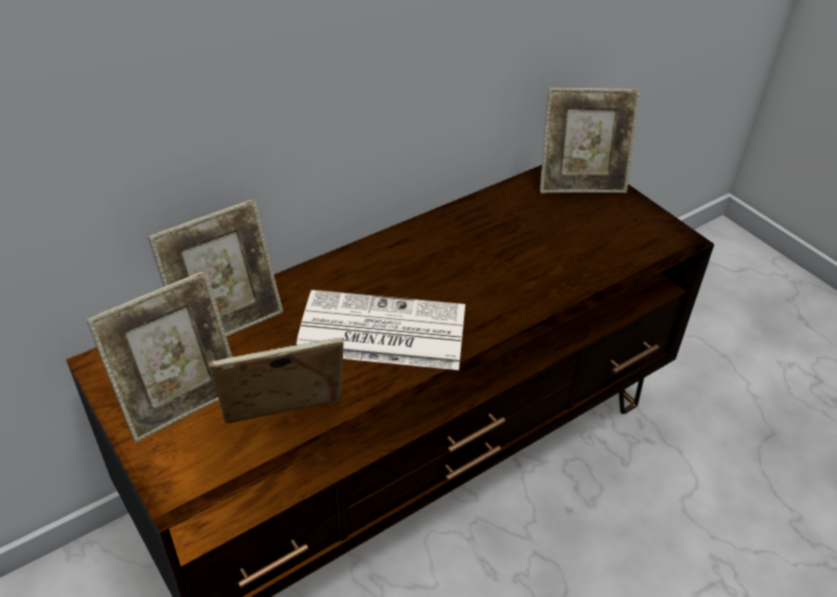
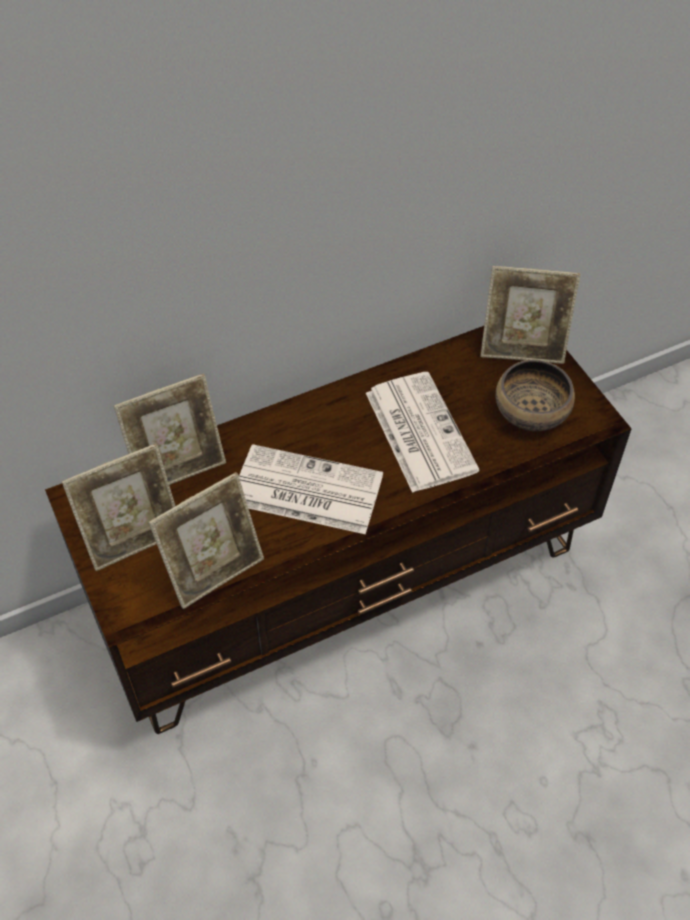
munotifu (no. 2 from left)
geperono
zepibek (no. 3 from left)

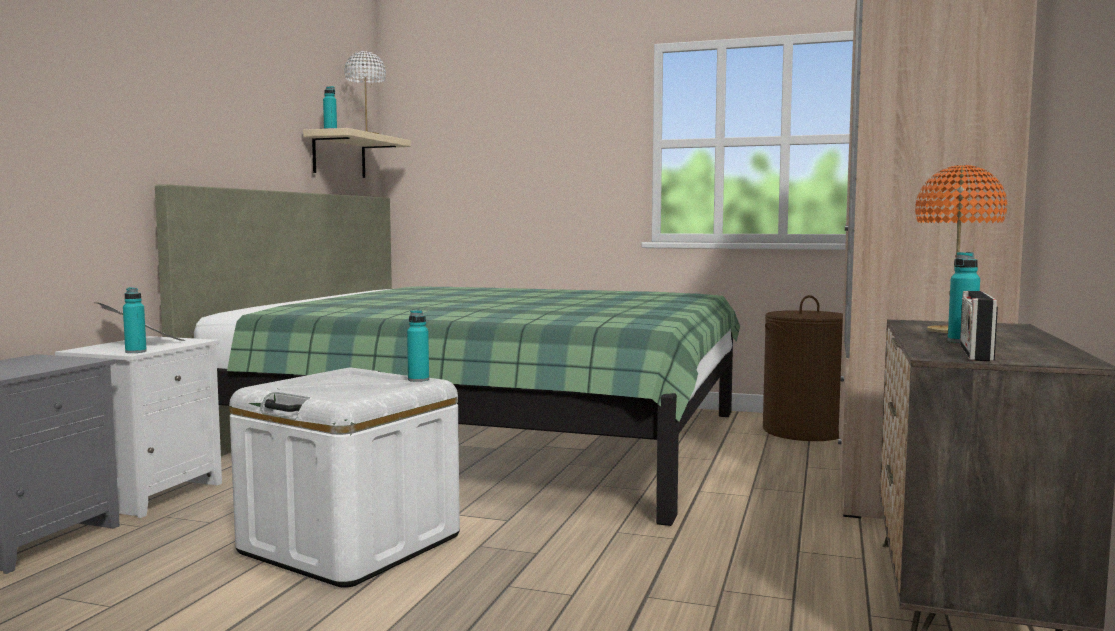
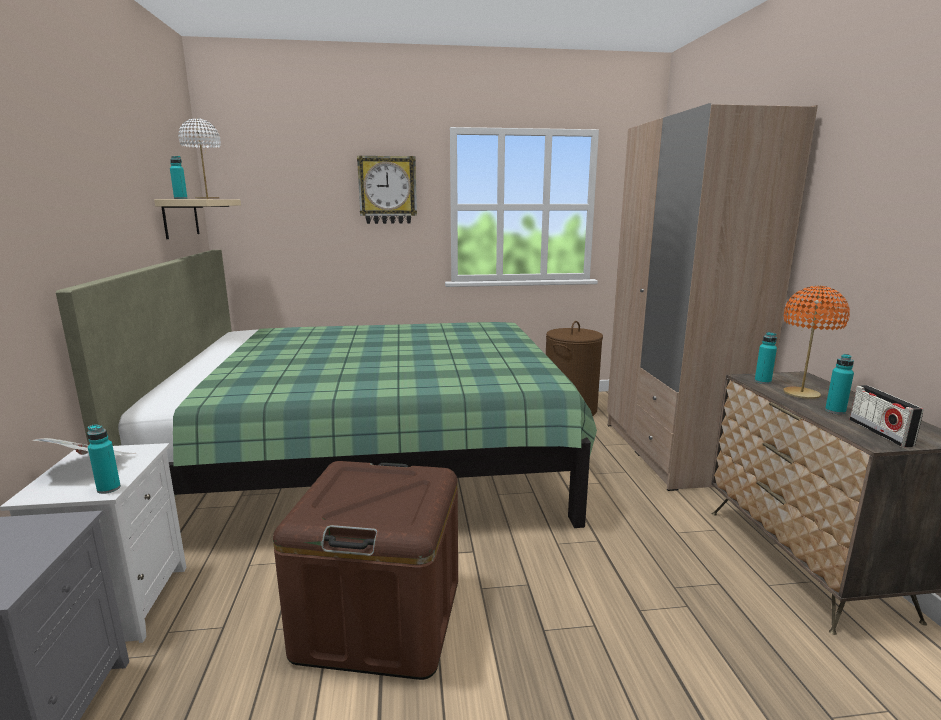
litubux
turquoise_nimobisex (no. 3 from left)
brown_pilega

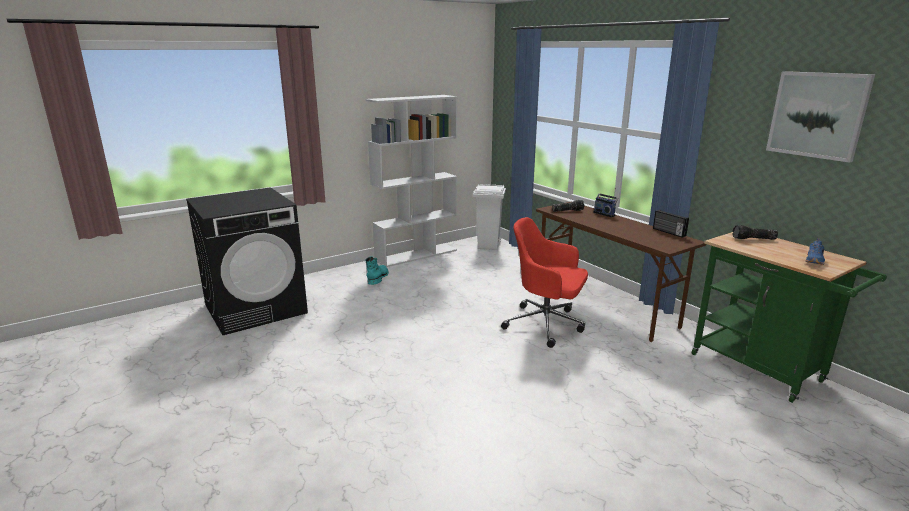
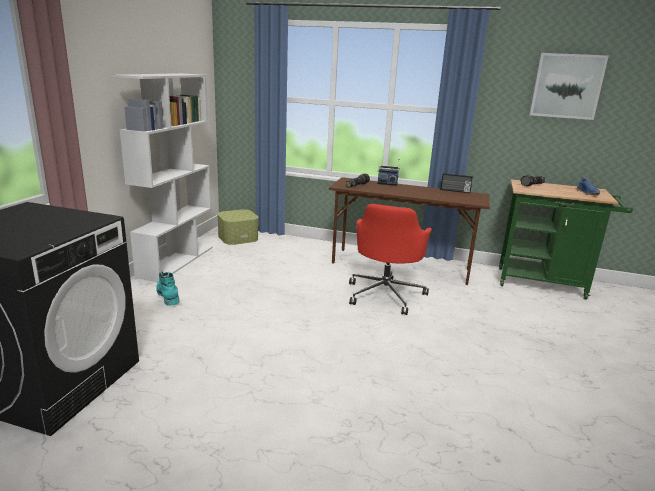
pilega
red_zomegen

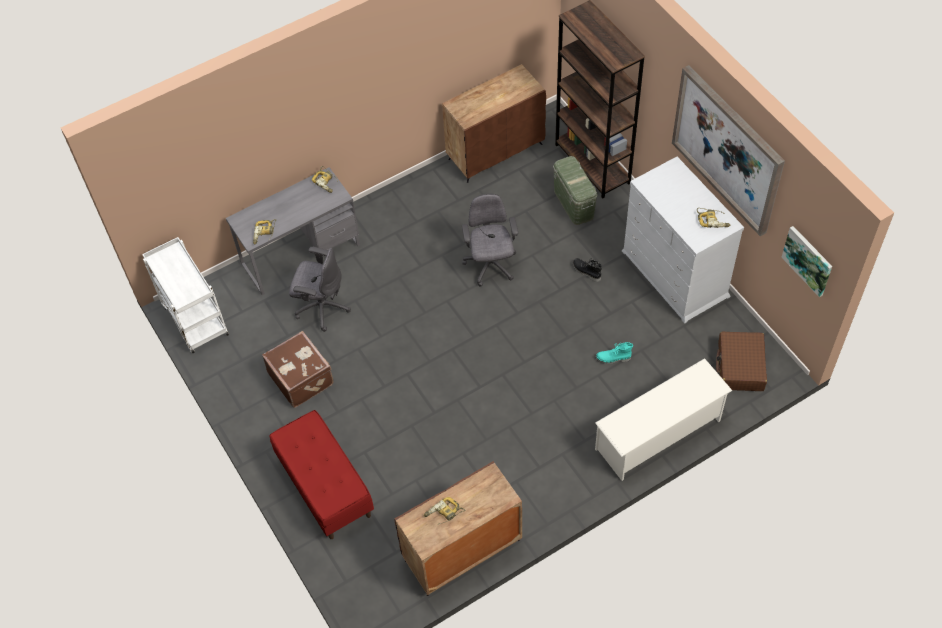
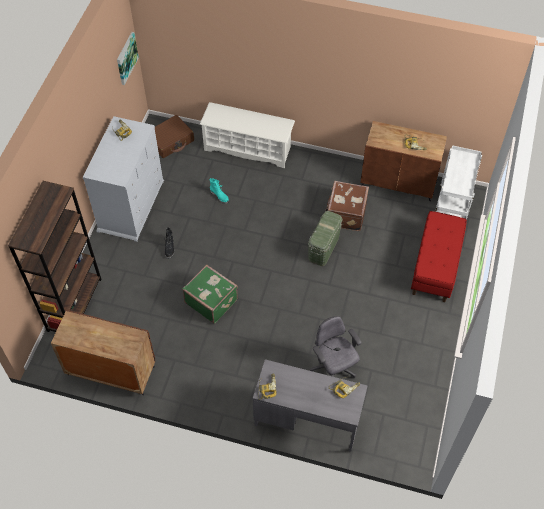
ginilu (no. 1 from left in the first image)
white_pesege
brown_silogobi (no. 2 from left)
green_pilega
green_silogobi

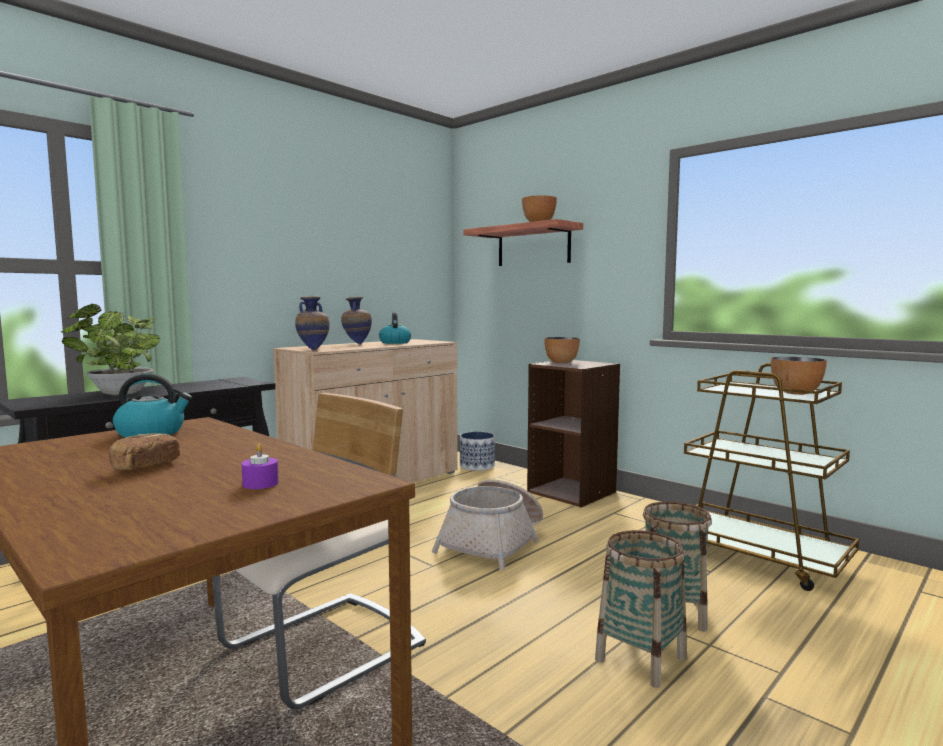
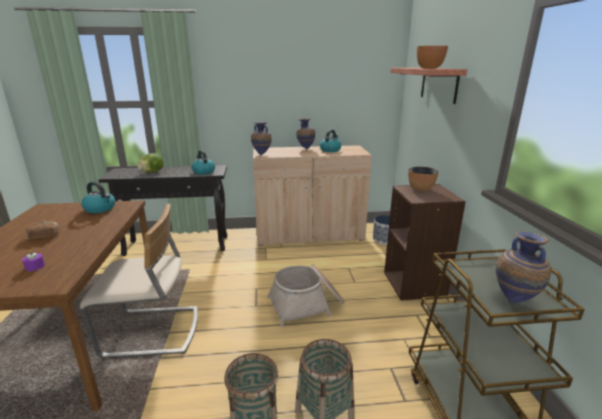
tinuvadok (no. 2 from left)
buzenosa
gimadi (no. 3 from left)

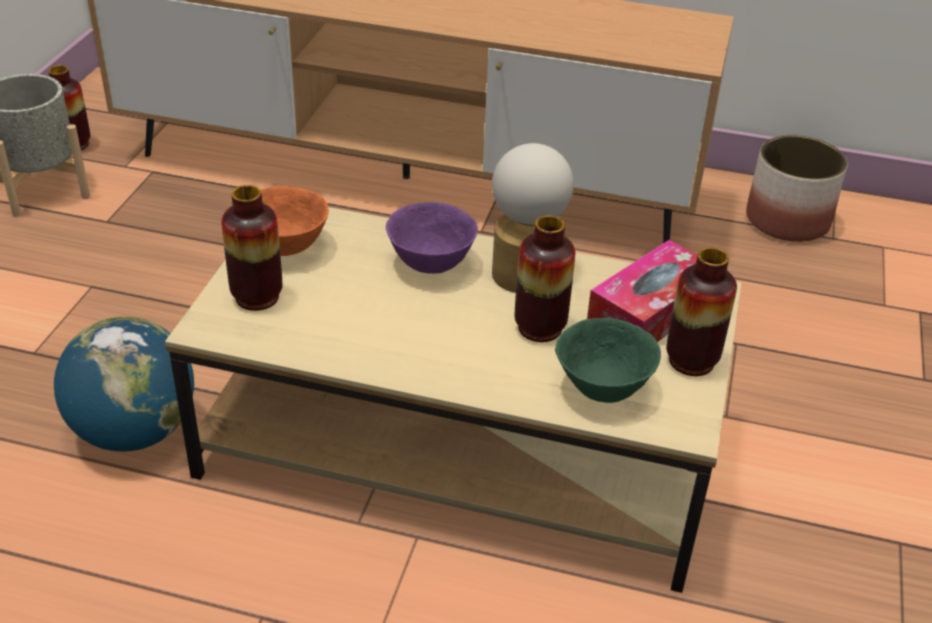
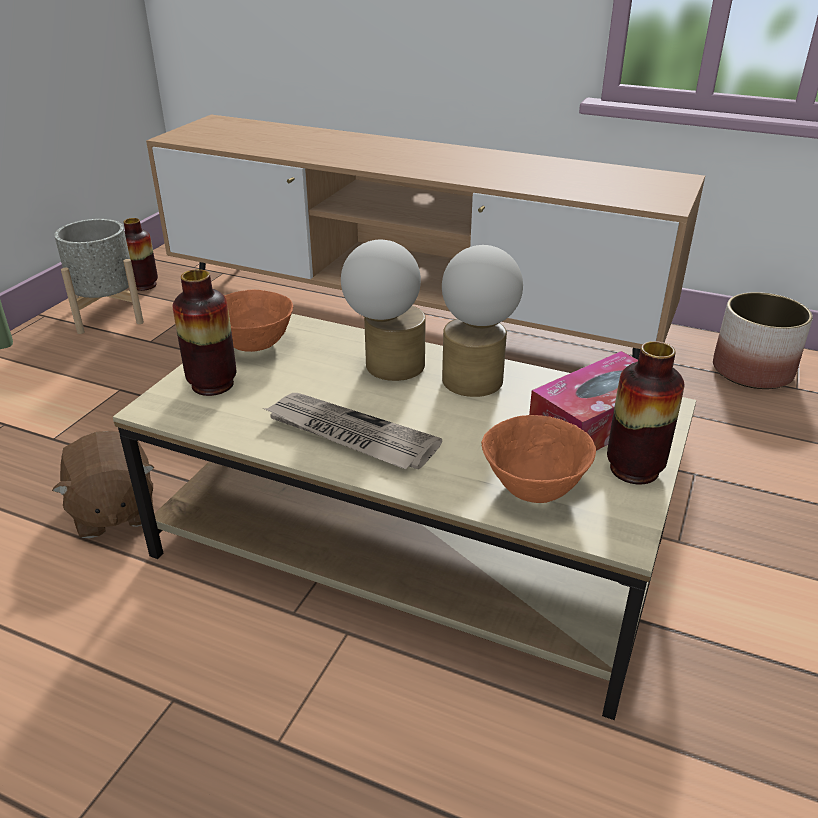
gimadi (no. 3 from left in the first image)
munotifu
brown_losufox
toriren (no. 1 from left)
orange_geperono (no. 2 from left)

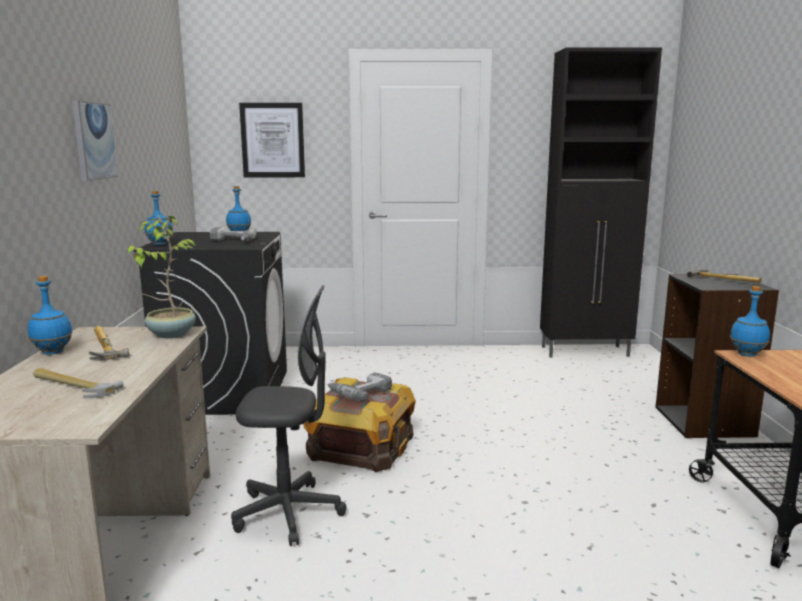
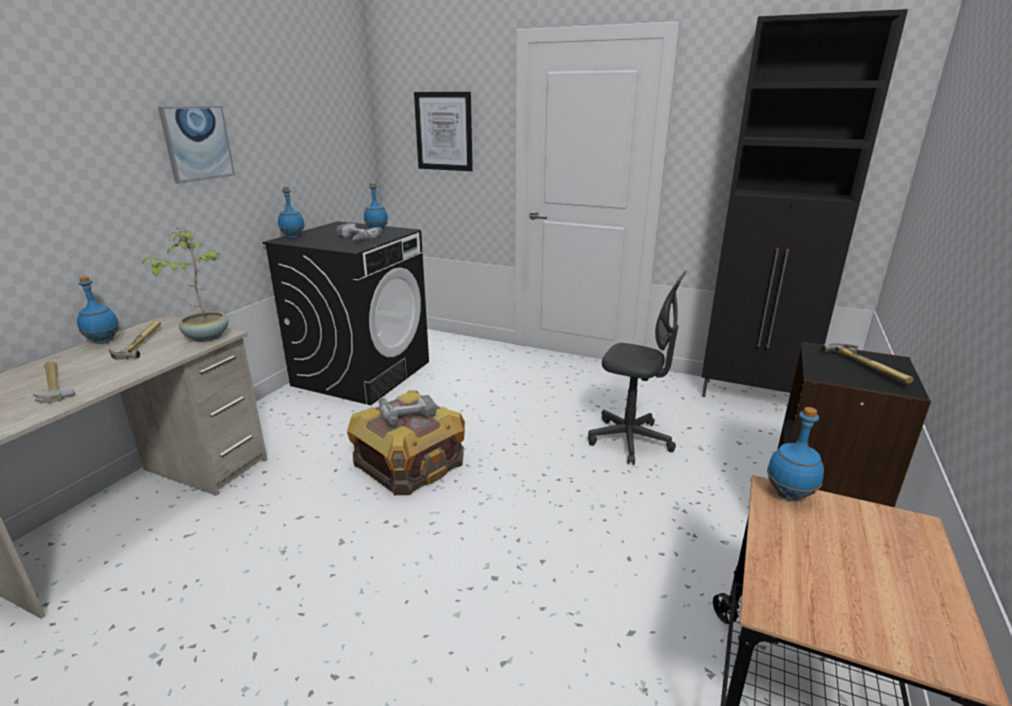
grey_zomegen

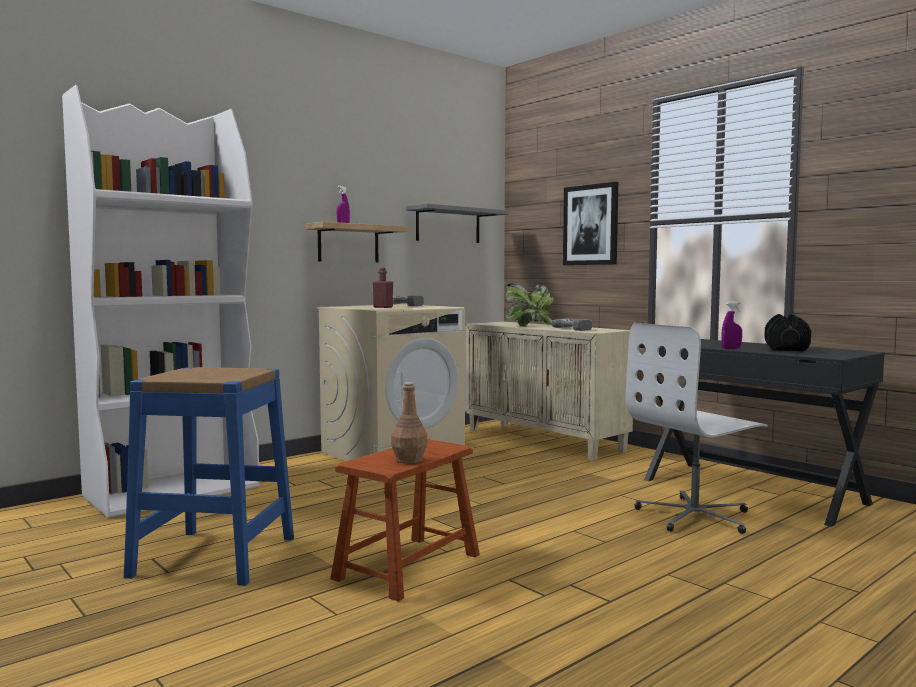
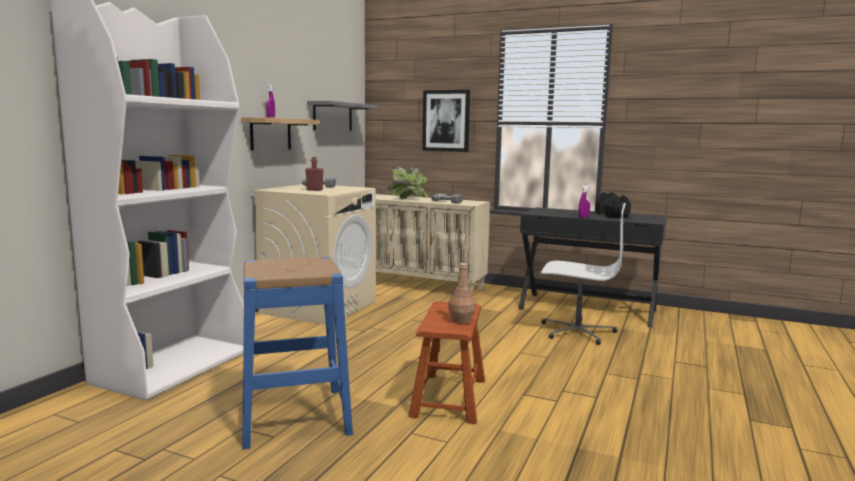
white_zomegen

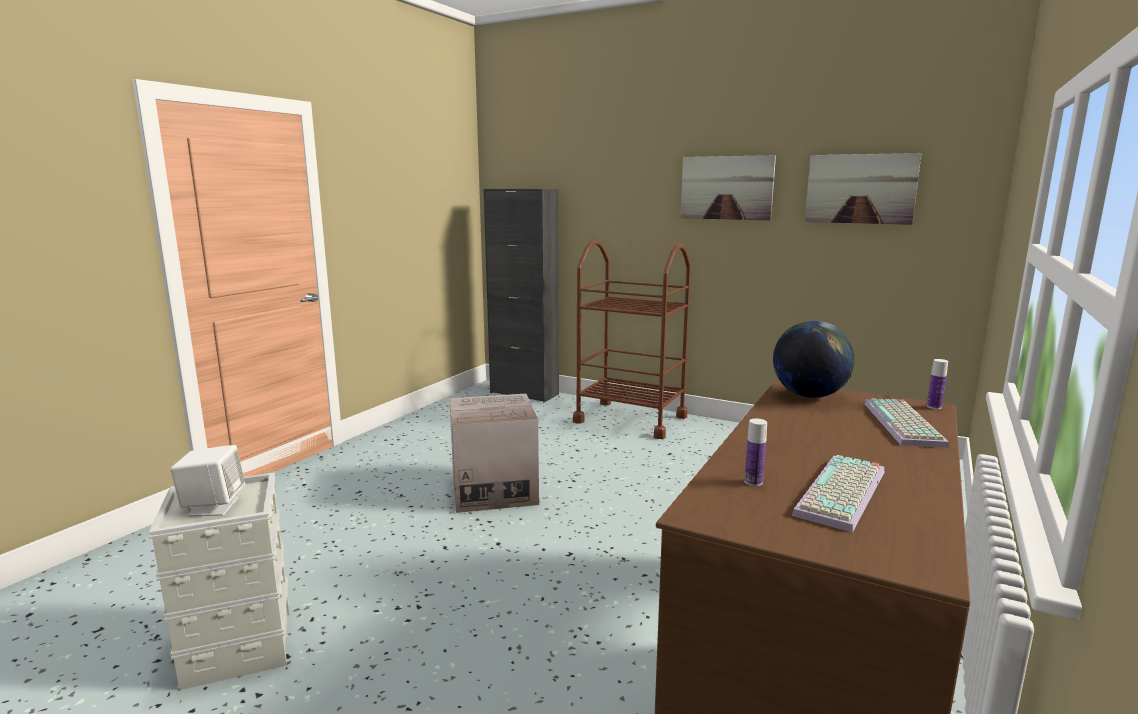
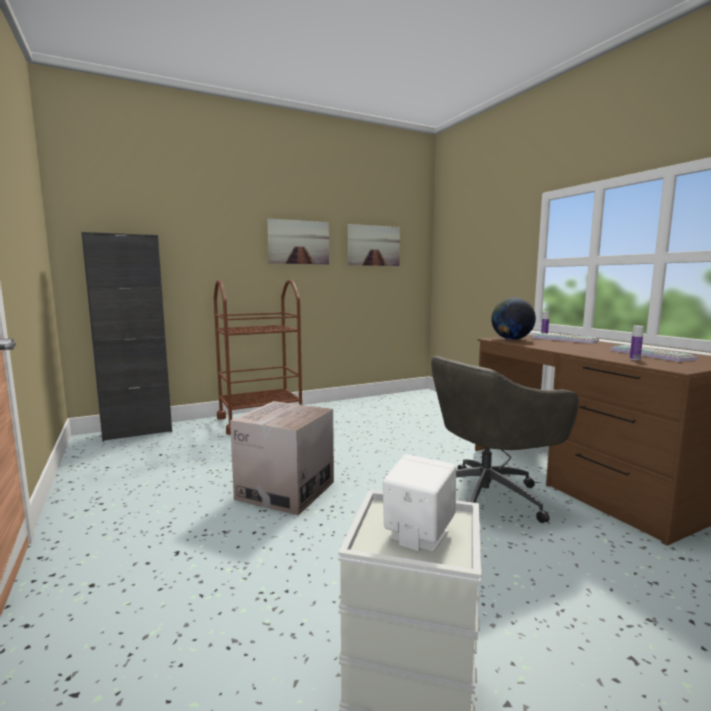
grey_zomegen

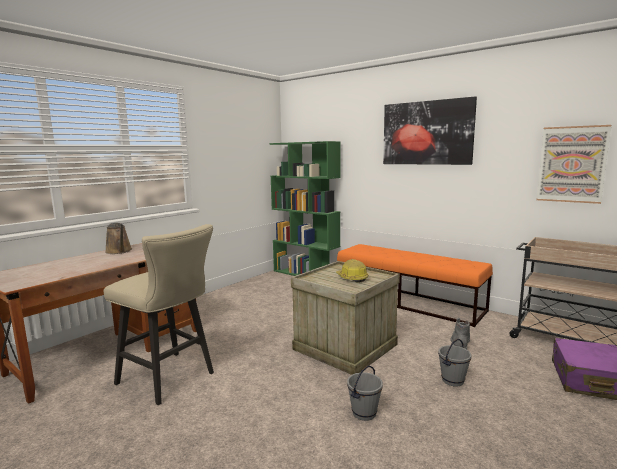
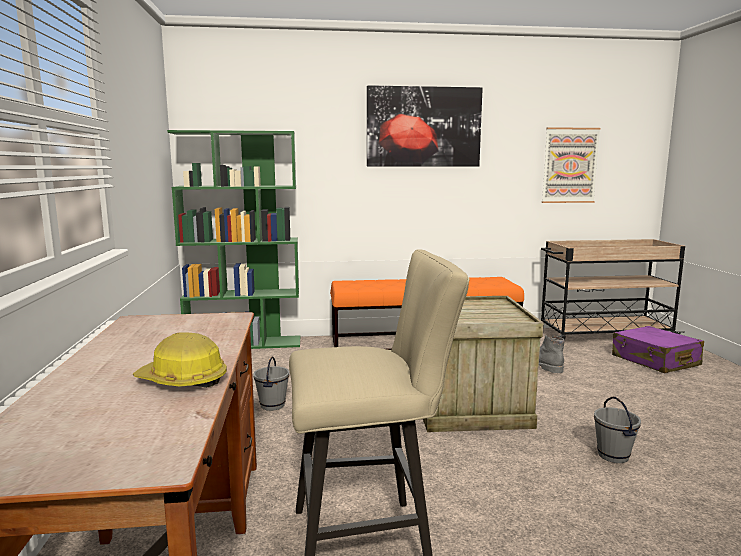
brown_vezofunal
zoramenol
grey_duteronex (no. 1 from left)

